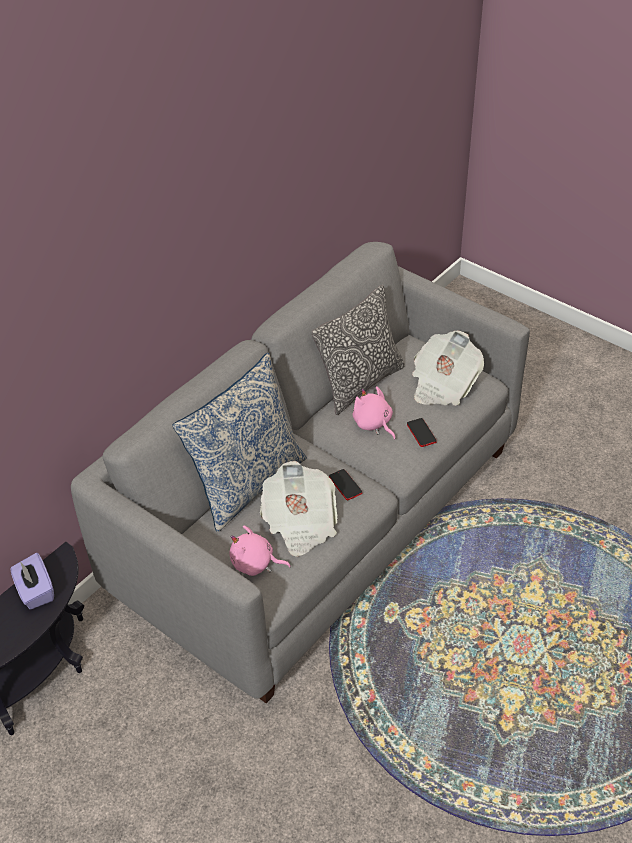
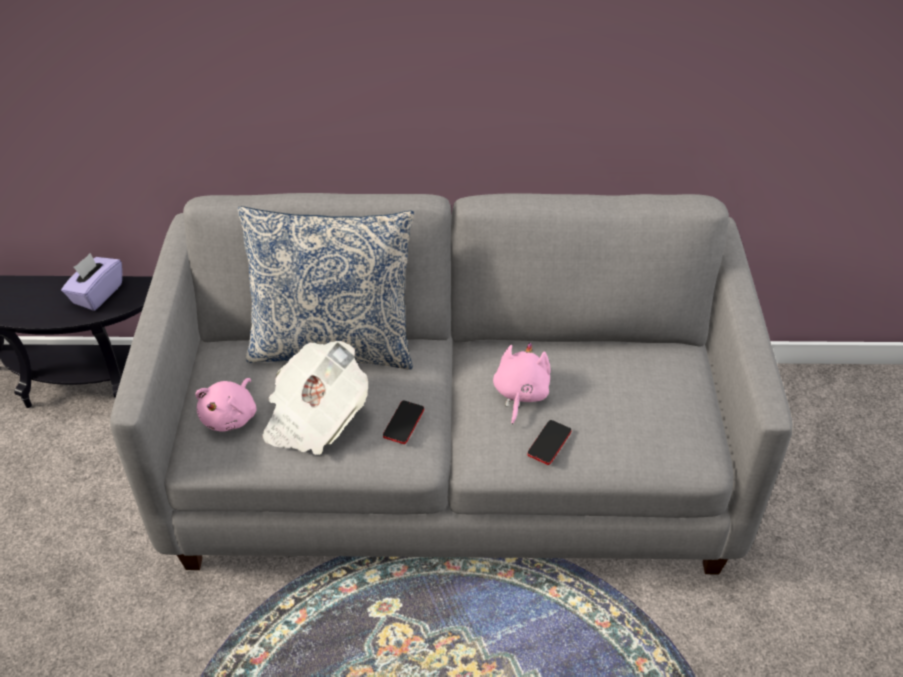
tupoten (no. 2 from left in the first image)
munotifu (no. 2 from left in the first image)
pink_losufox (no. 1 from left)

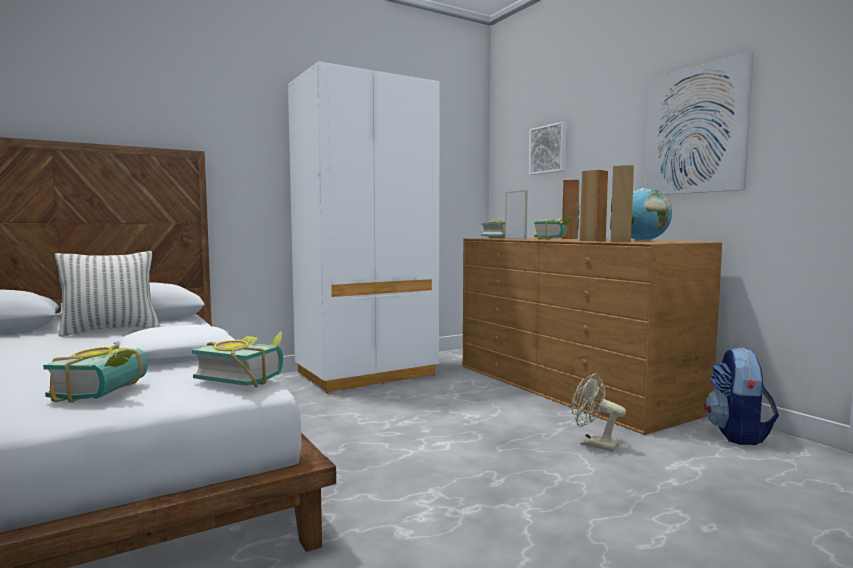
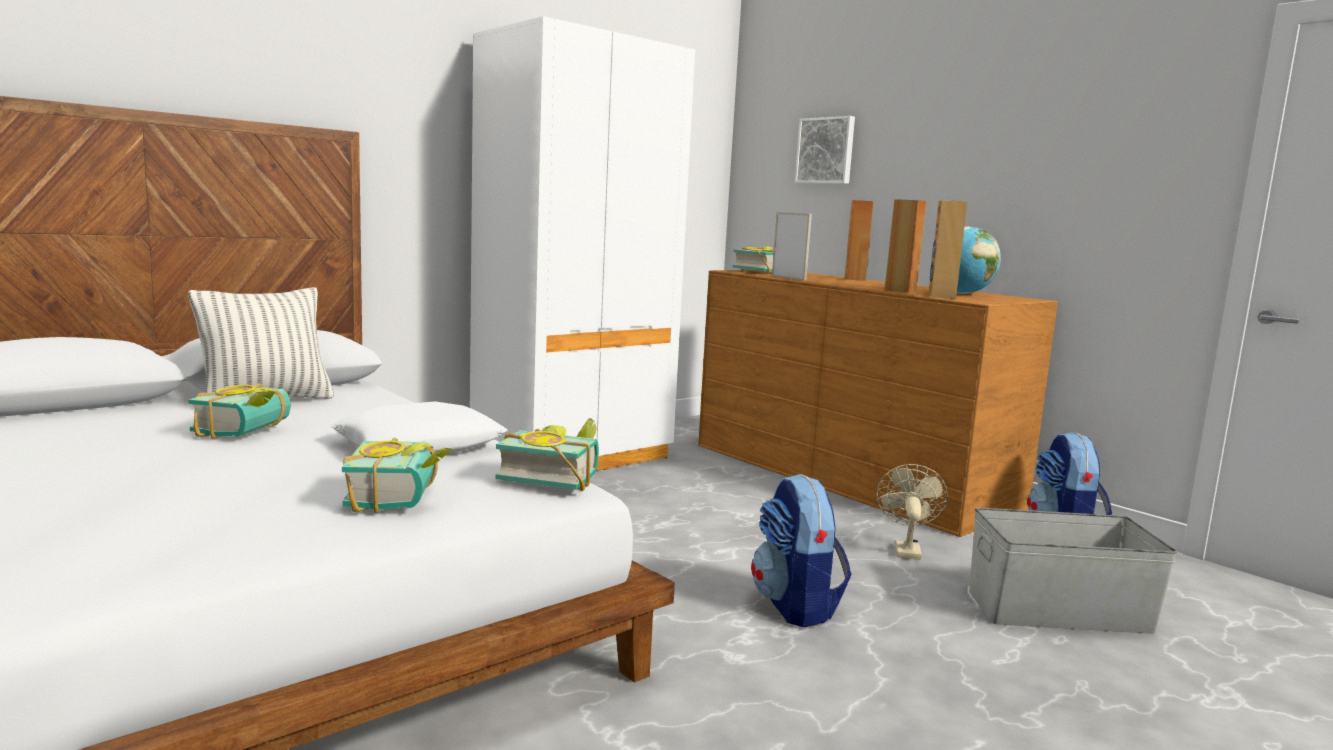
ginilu (no. 2 from left in the first image)
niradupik (no. 1 from left)
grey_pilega
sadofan (no. 1 from left)
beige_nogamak

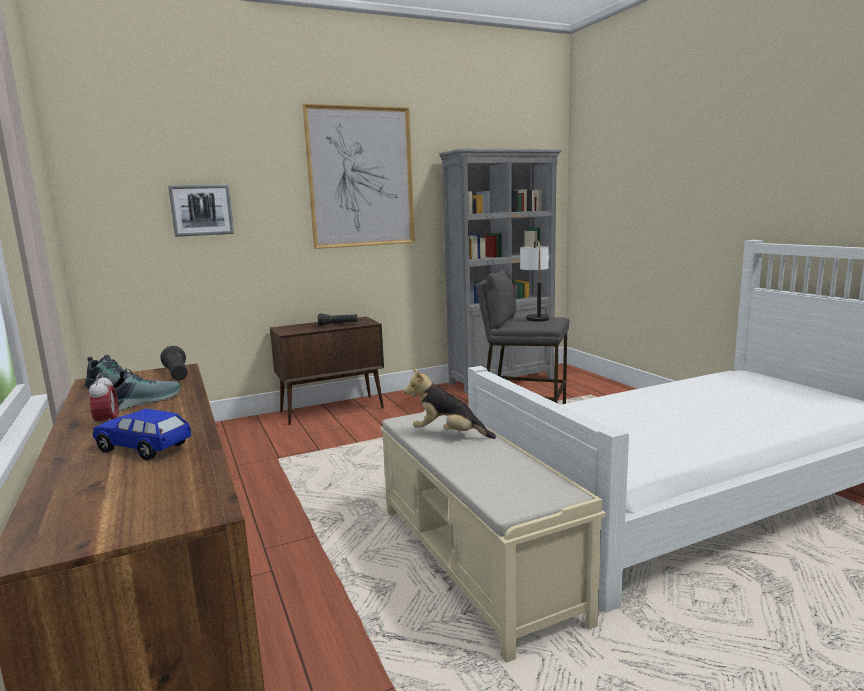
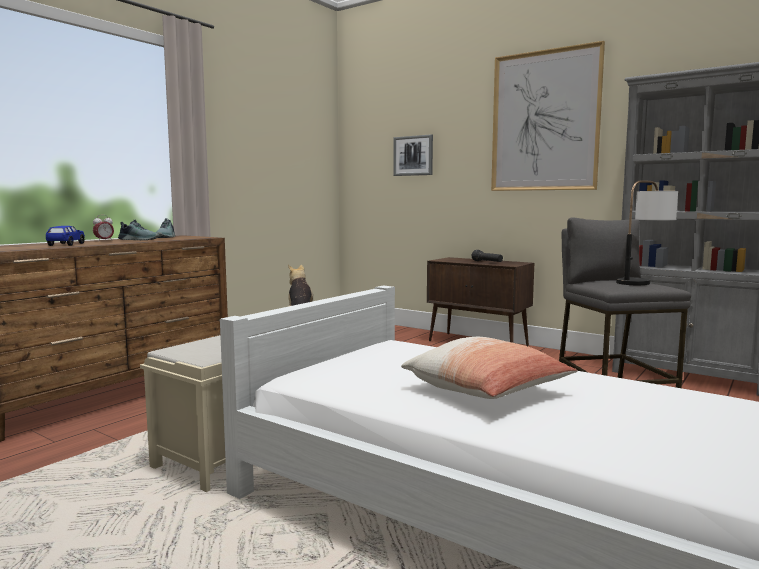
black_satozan (no. 1 from left in the first image)
tupoten

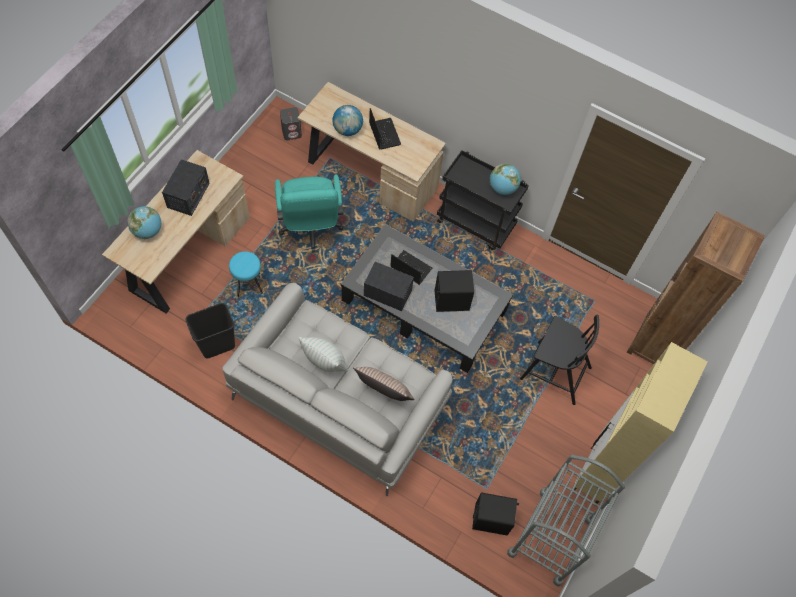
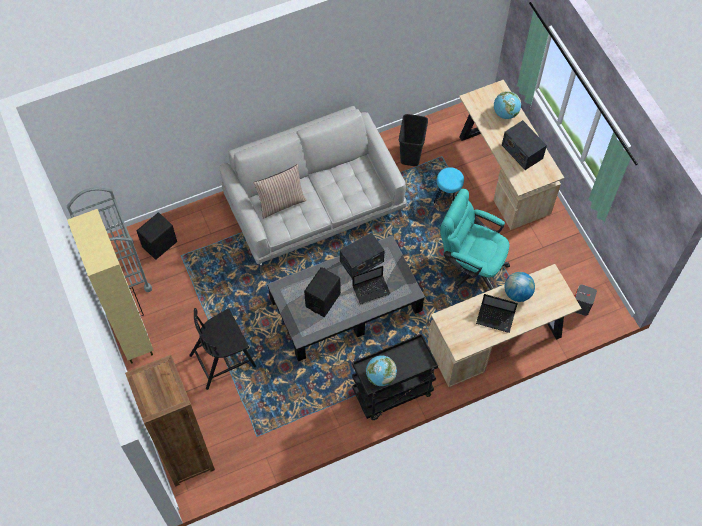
tupoten (no. 1 from left in the first image)

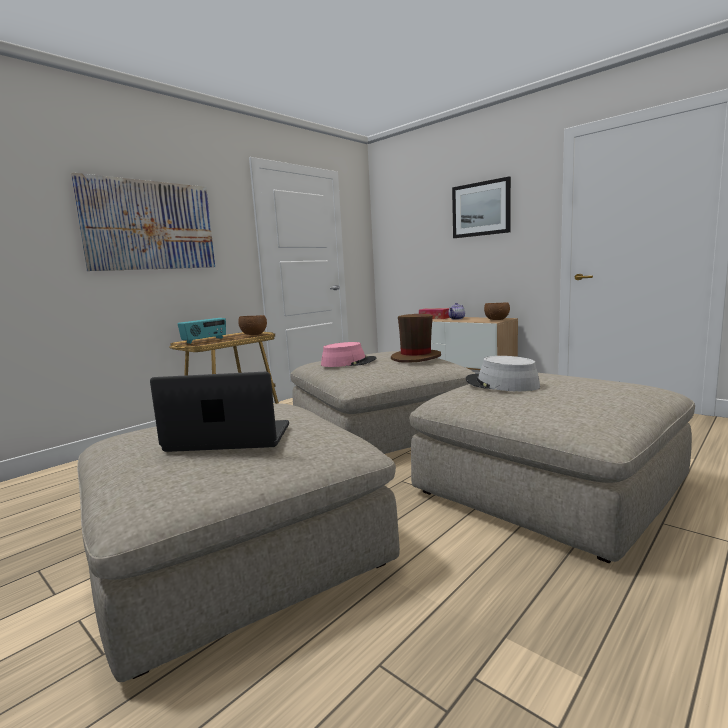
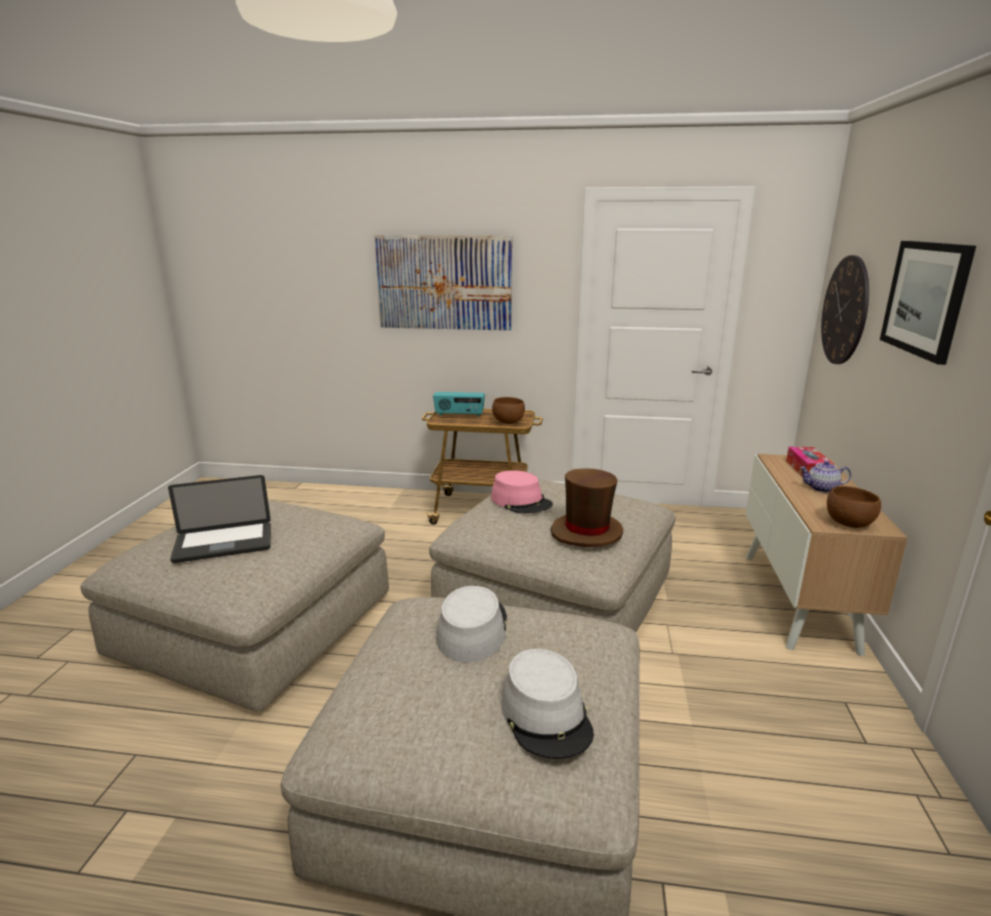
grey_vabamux (no. 2 from left)
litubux
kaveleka

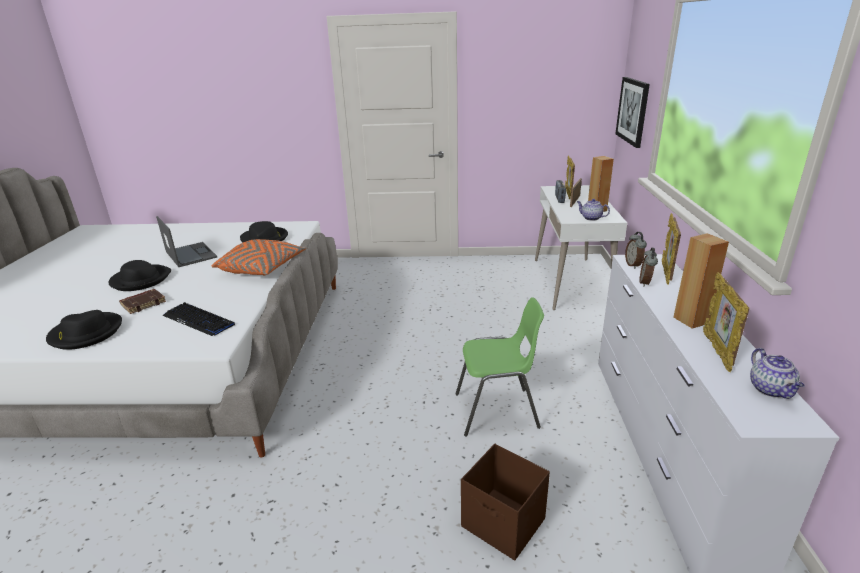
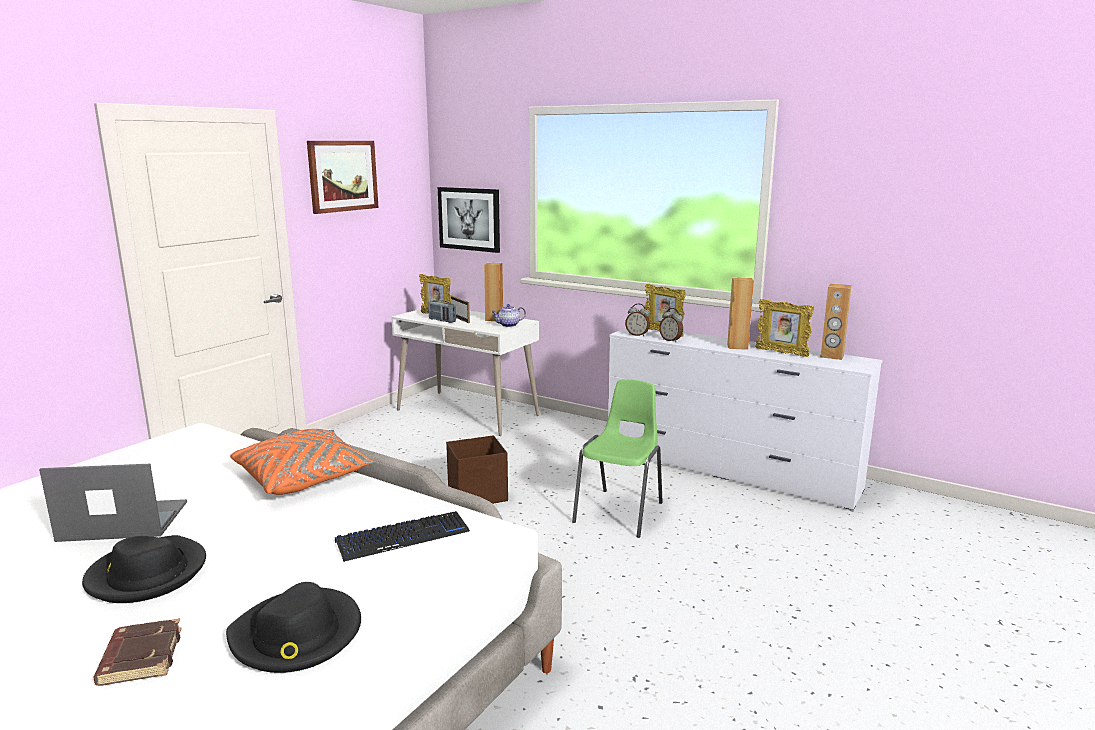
black_vabamux (no. 3 from left in the first image)
ginilu (no. 1 from left)
brown_sadofan
brown_pilega
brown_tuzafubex (no. 3 from left)

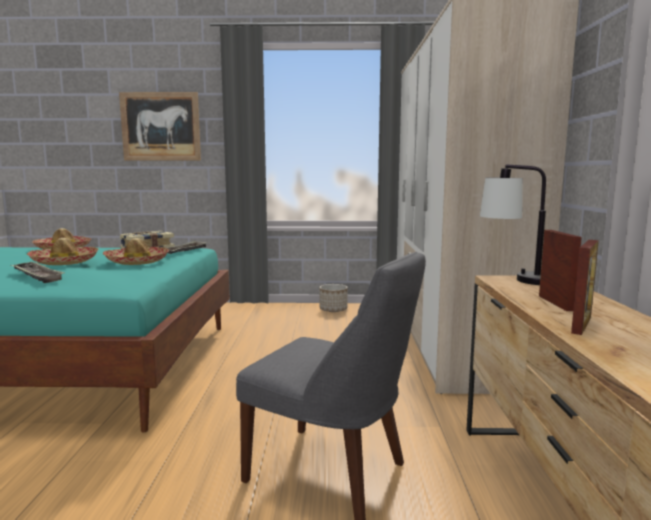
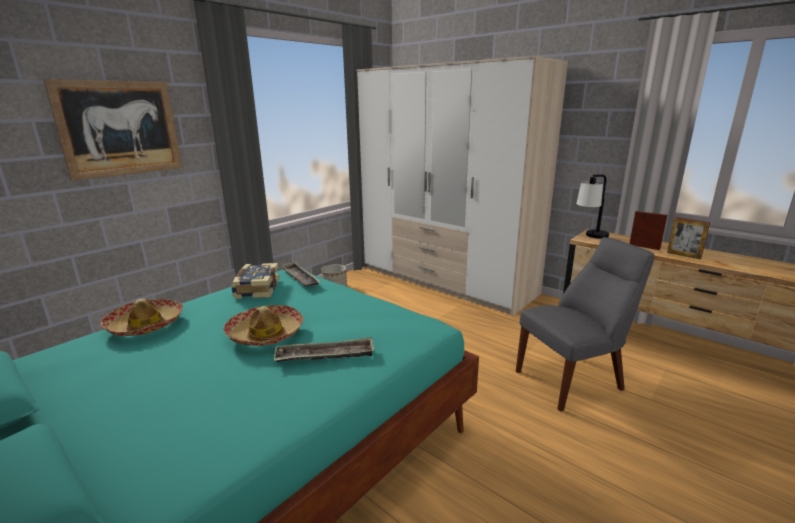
vabamux (no. 3 from left in the first image)
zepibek (no. 2 from left)

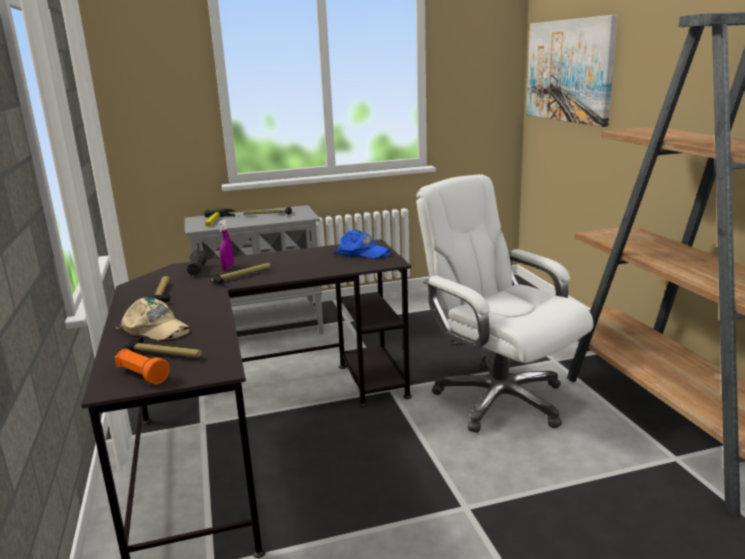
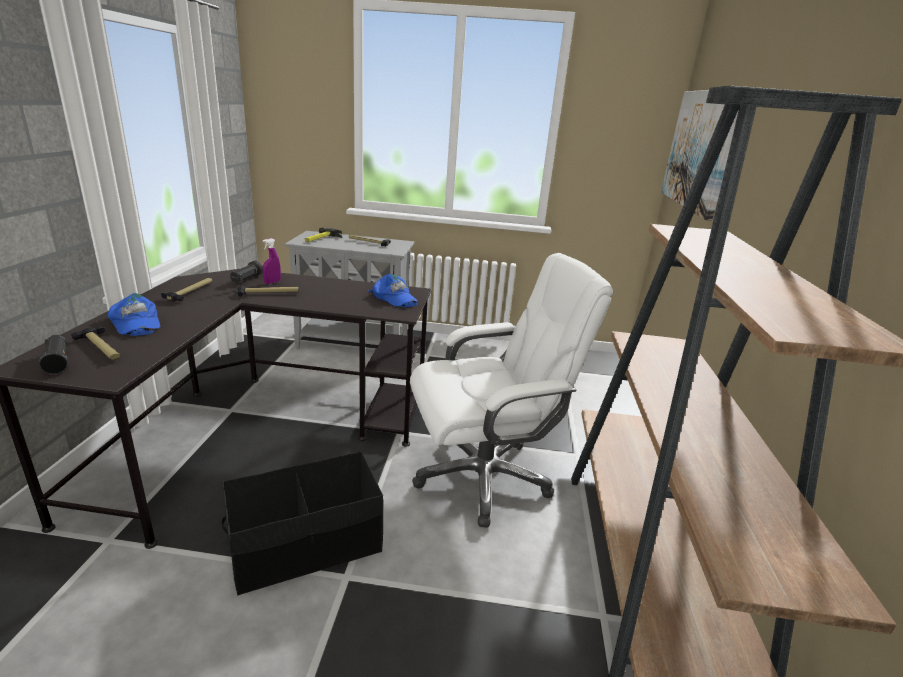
black_pilega
black_satozan (no. 1 from left)
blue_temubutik (no. 1 from left)
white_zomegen

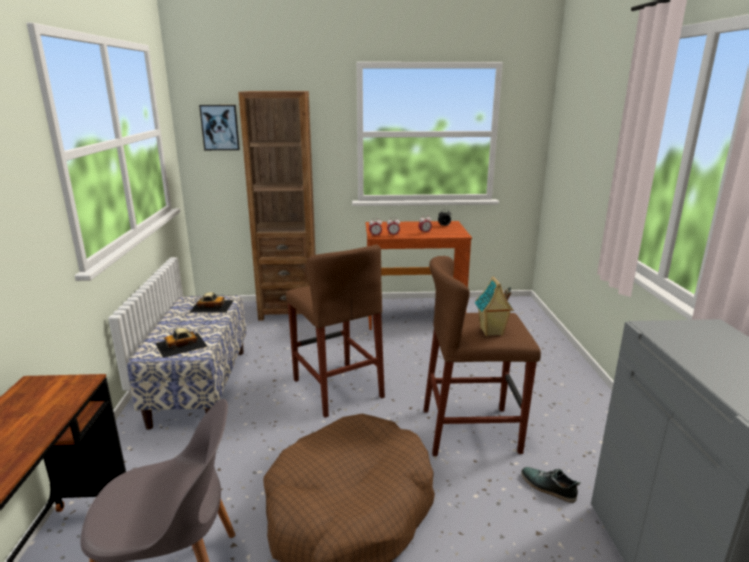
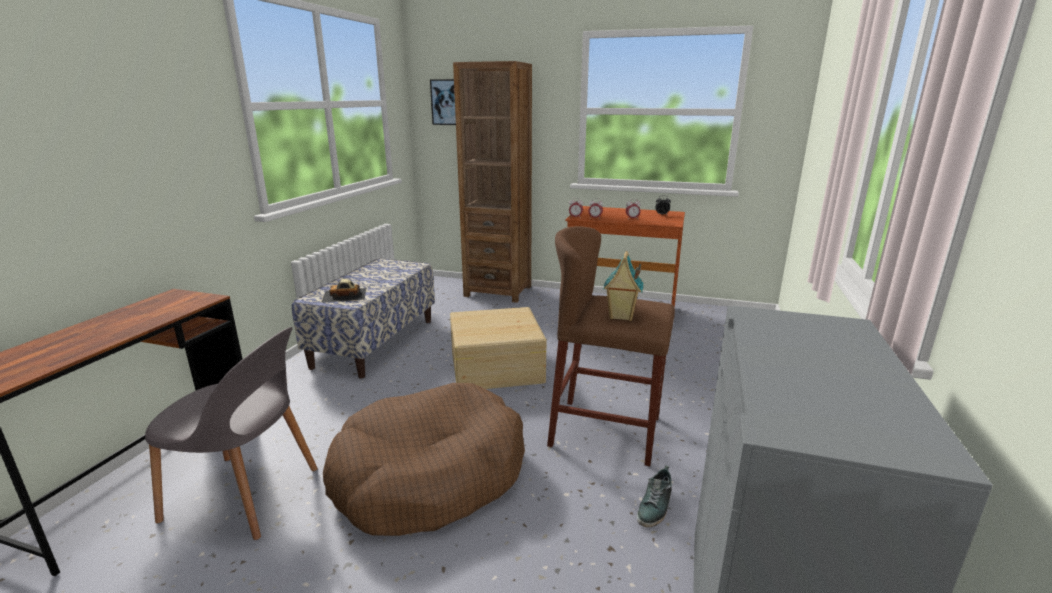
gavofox (no. 2 from left in the first image)
beige_pilega
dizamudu

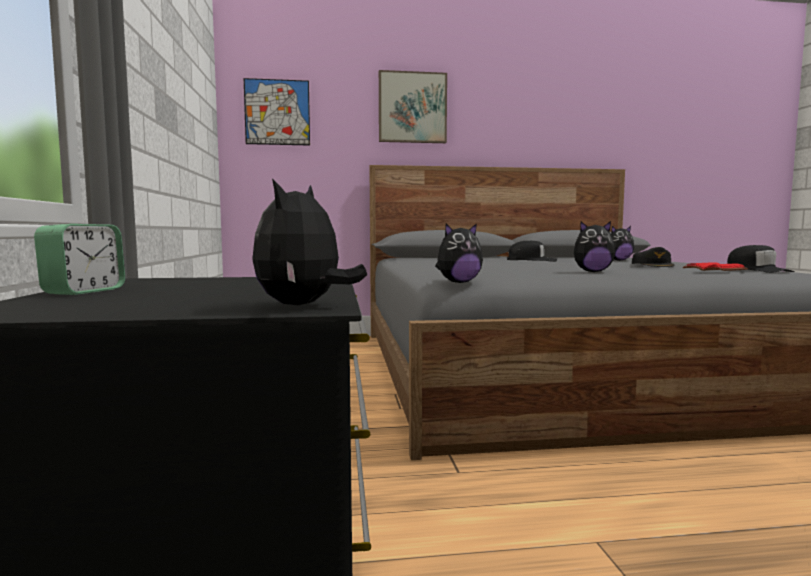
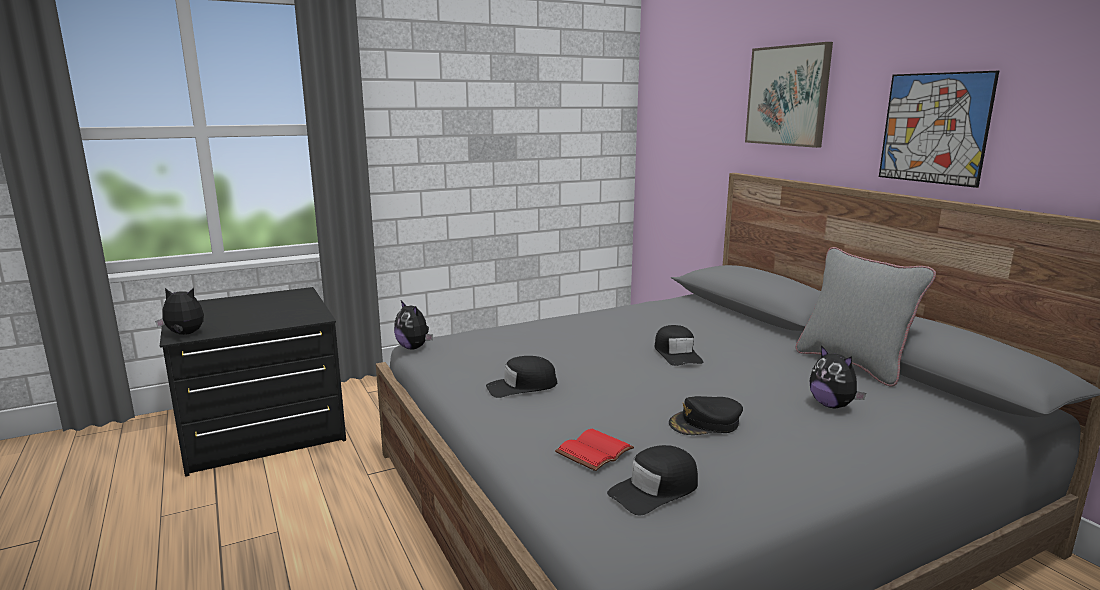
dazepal
grey_tupoten
ginilu (no. 2 from left)
black_temubutik (no. 1 from left)

